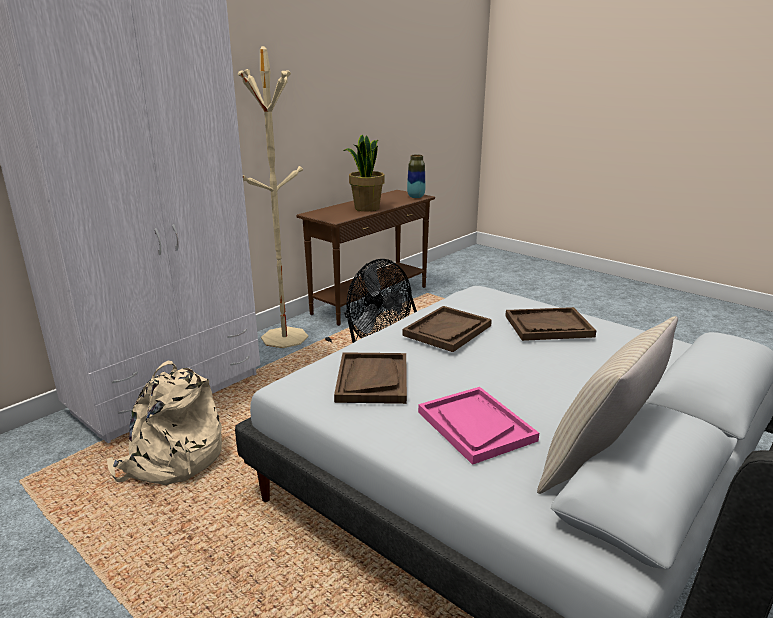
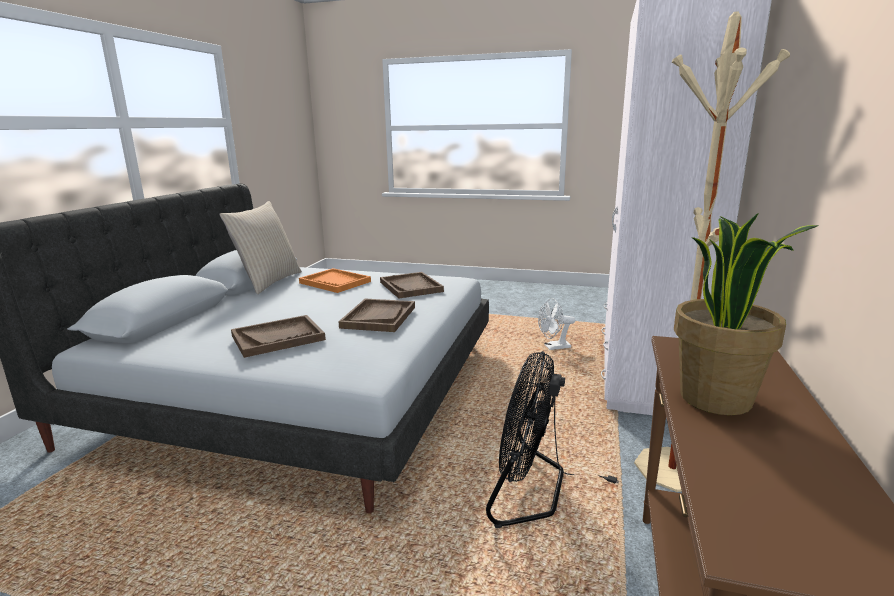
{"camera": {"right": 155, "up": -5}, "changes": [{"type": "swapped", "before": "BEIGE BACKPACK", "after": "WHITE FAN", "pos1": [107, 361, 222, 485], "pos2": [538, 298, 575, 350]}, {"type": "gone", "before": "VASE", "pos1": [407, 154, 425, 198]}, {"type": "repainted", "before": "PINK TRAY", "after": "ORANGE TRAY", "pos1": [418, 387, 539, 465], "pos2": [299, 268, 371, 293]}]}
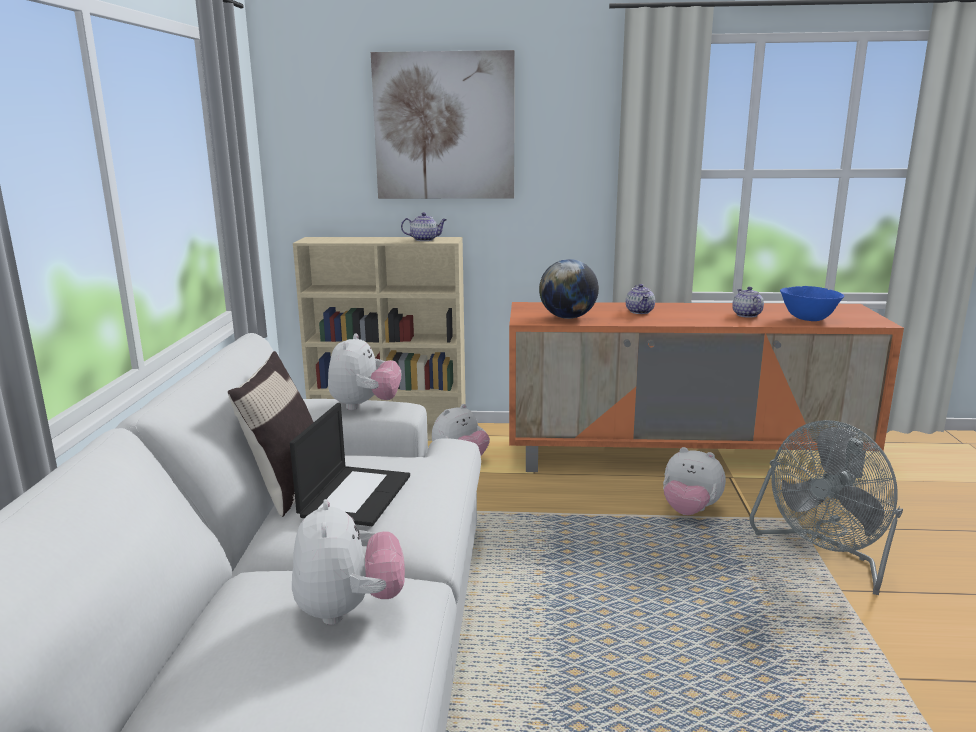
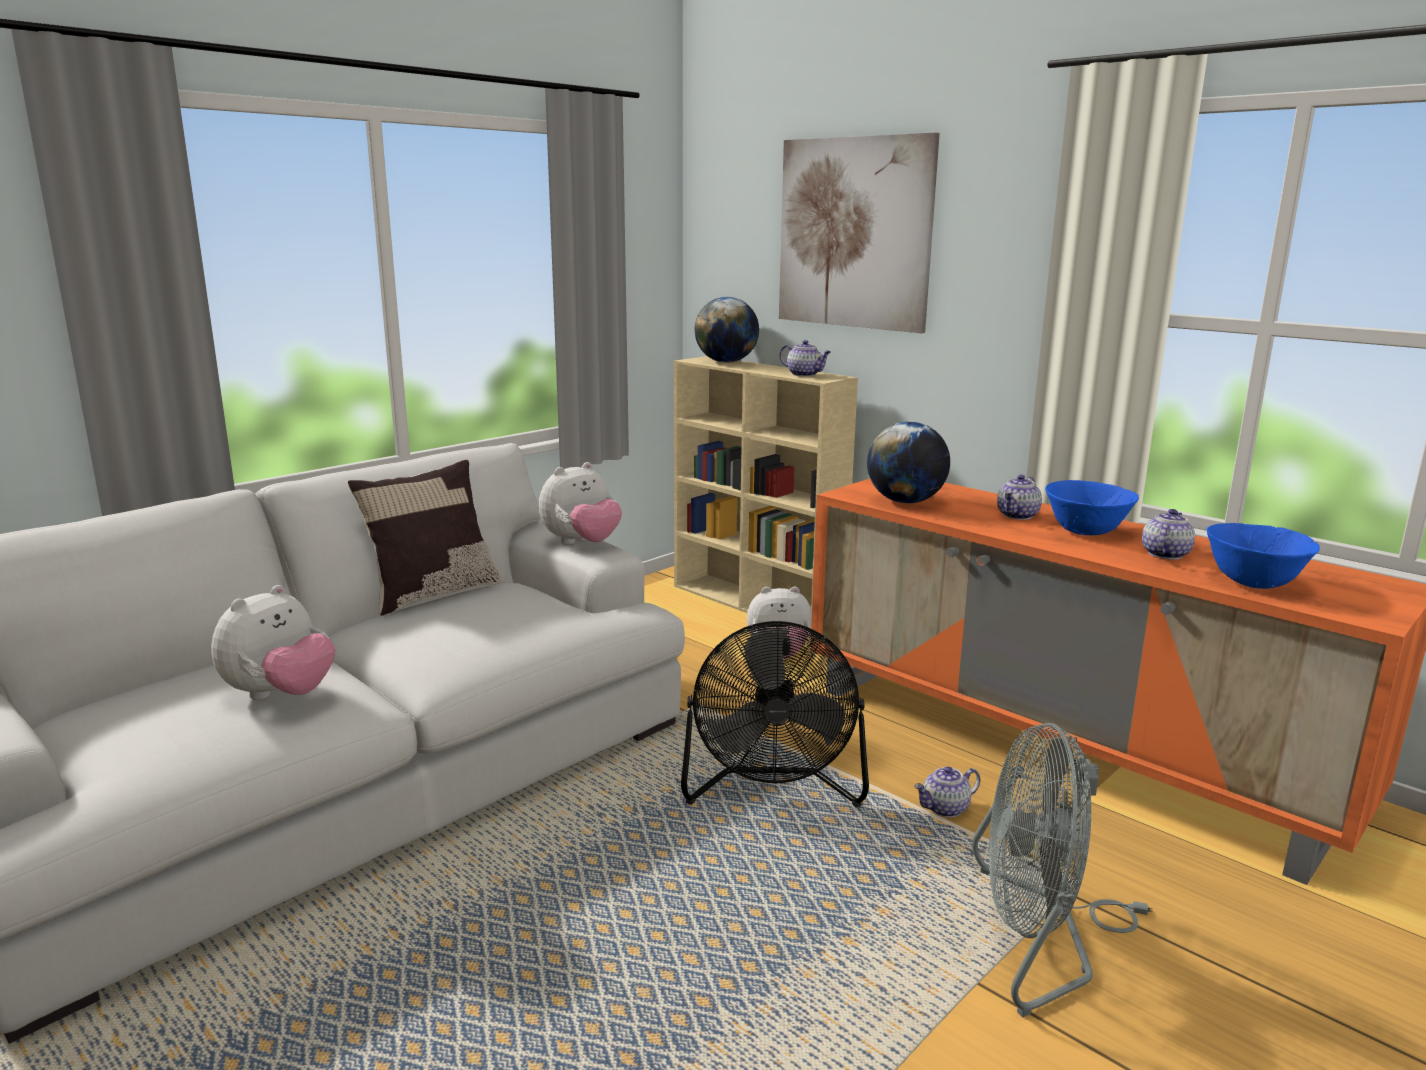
{"camera": {"right": 40, "up": 0}, "changes": [{"type": "gone", "before": "LAPTOP", "pos1": [290, 403, 410, 526]}, {"type": "swapped", "before": "PLUSH TOY", "after": "TEAPOT", "pos1": [663, 447, 726, 515], "pos2": [914, 767, 980, 818]}, {"type": "new", "after": "BLACK FAN", "pos2": [681, 621, 869, 808]}, {"type": "new", "after": "GLOBE", "pos2": [695, 297, 759, 363]}, {"type": "new", "after": "BLUE BOWL", "pos2": [1045, 480, 1139, 535]}]}
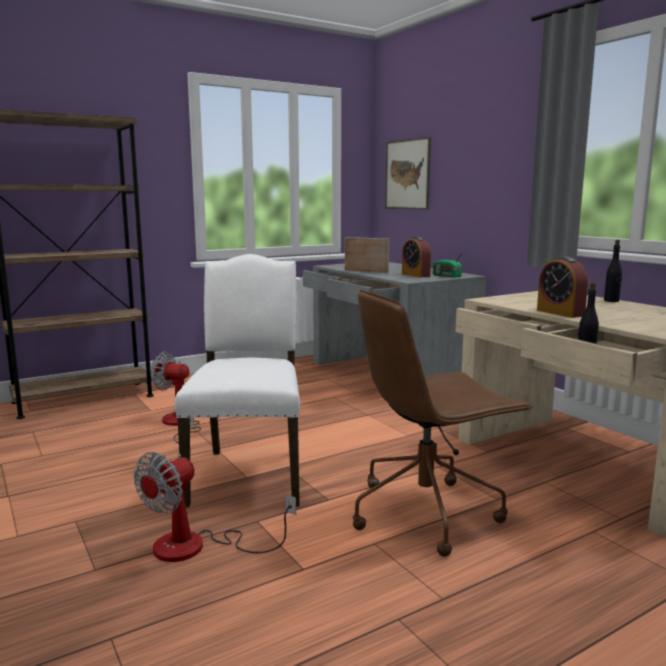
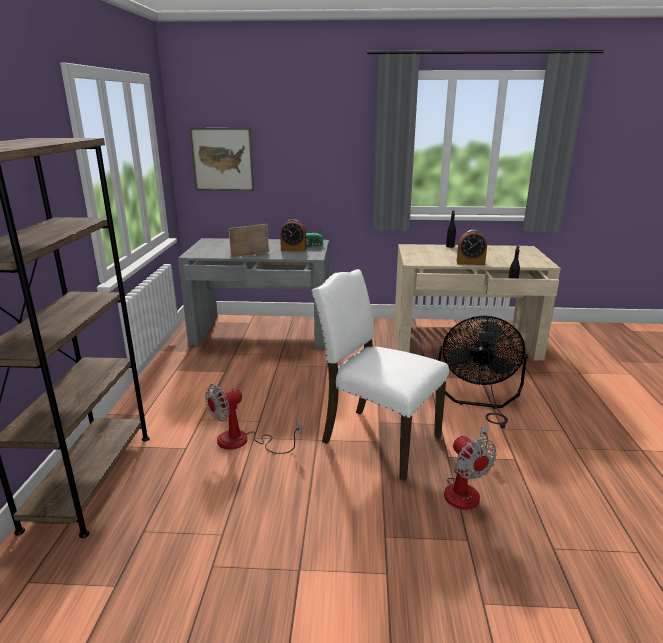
{"camera": {"right": -55, "up": 10}, "changes": [{"type": "swapped", "before": "BROWN OFFICE CHAIR", "after": "BLACK FAN", "pos1": [353, 289, 533, 557], "pos2": [438, 316, 528, 429]}]}
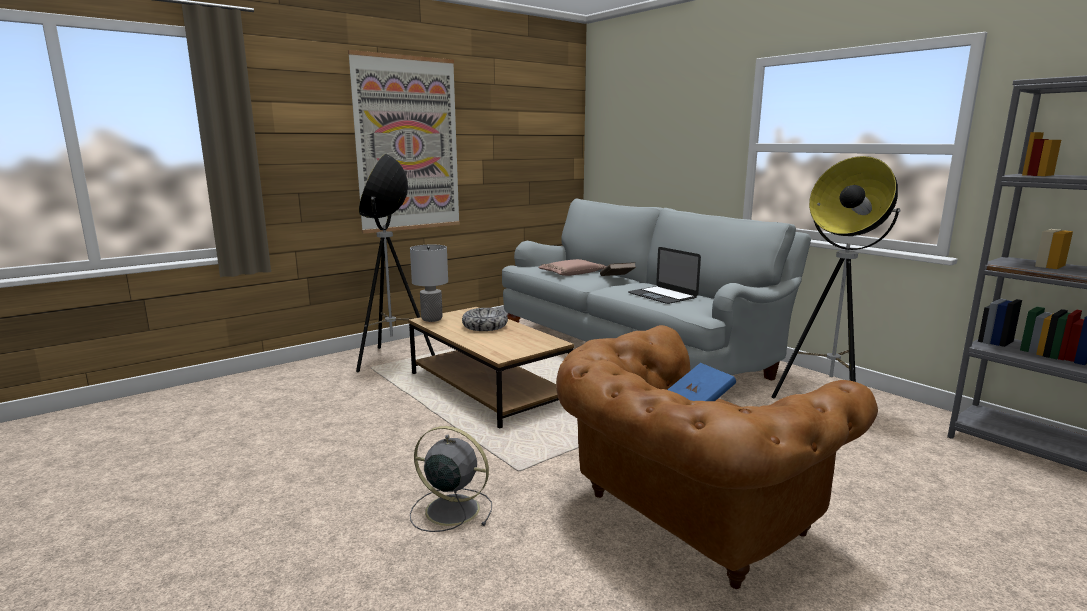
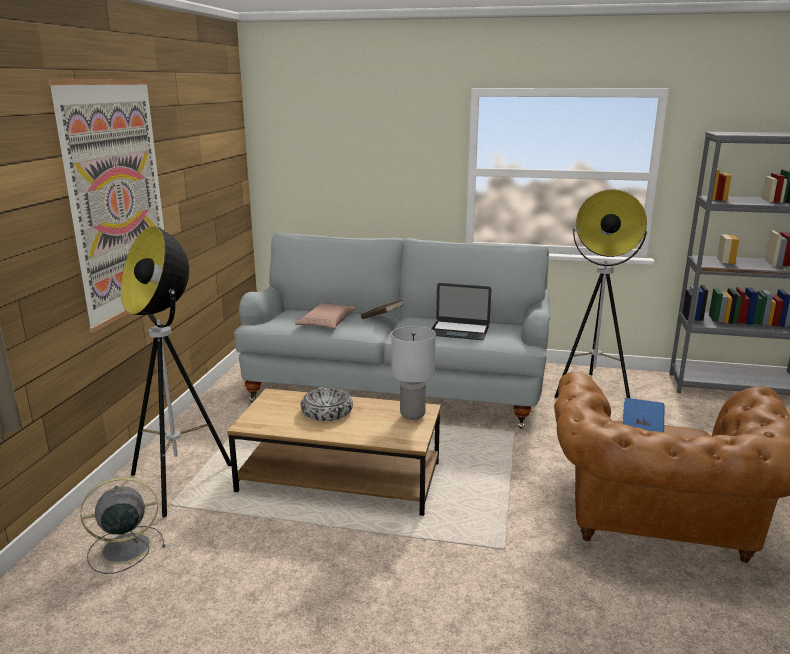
{"camera": {"right": -40, "up": 5}, "changes": [{"type": "shifted", "before": "GREY TABLE LAMP", "pos1": [410, 245, 448, 322], "pos2": [391, 326, 436, 420]}, {"type": "shifted", "before": "GREY FAN", "pos1": [410, 426, 492, 532], "pos2": [80, 477, 166, 574]}]}
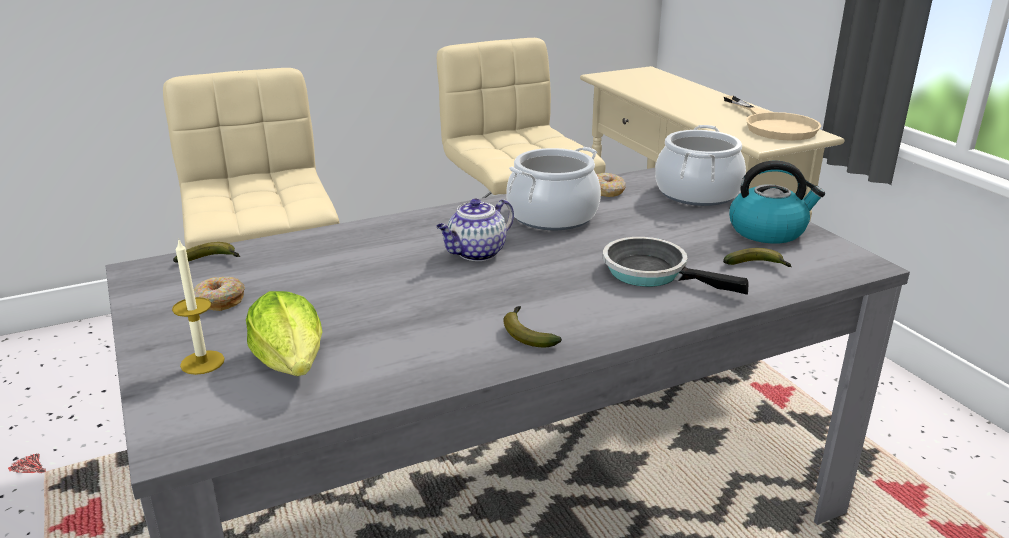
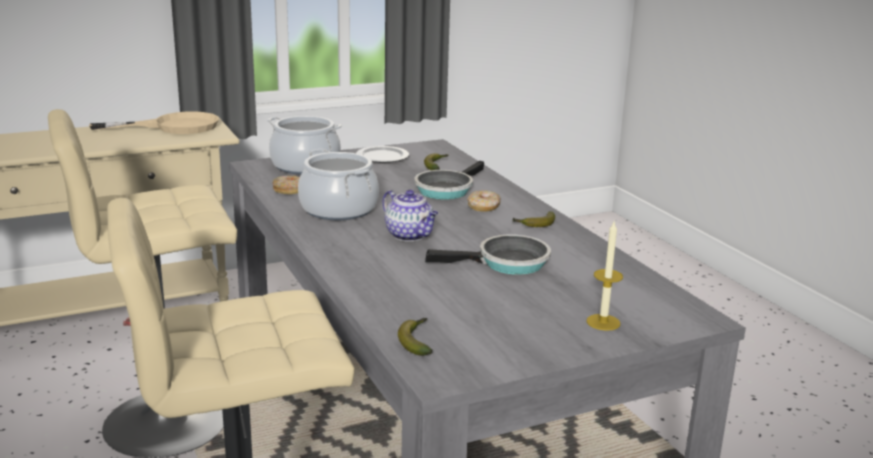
{"camera": {"right": -90, "up": -5}, "changes": [{"type": "shifted", "before": "DONUT", "pos1": [194, 277, 245, 311], "pos2": [467, 190, 501, 211]}, {"type": "gone", "before": "LETTUCE", "pos1": [246, 291, 322, 376]}, {"type": "swapped", "before": "KETTLE", "after": "PLATE", "pos1": [729, 160, 825, 244], "pos2": [356, 146, 409, 163]}, {"type": "new", "after": "FRYING PAN", "pos2": [425, 234, 551, 275]}]}
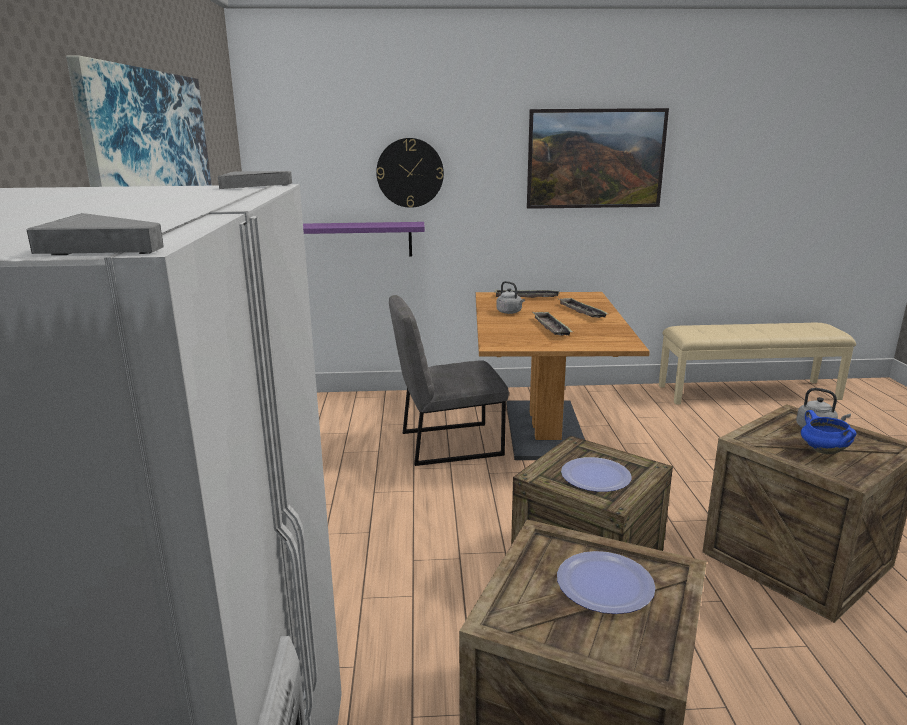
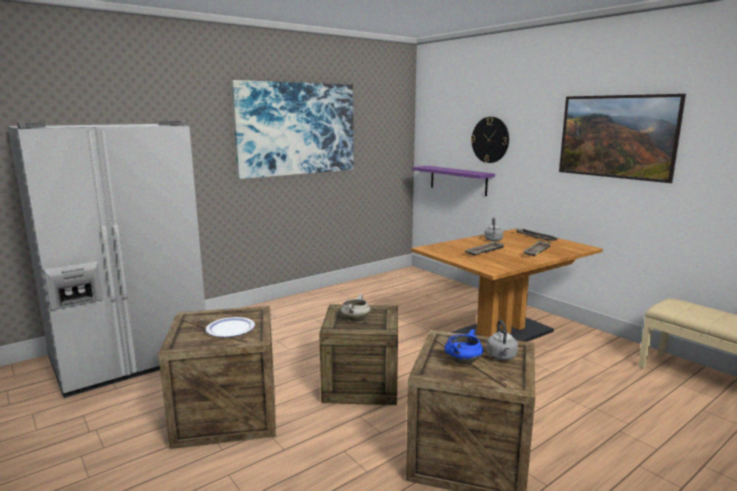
{"camera": {"right": 55, "up": -5}, "changes": [{"type": "gone", "before": "GREY CHAIR", "pos1": [389, 295, 509, 466]}, {"type": "swapped", "before": "PLATE", "after": "WHITE COOKING POT", "pos1": [561, 457, 632, 492], "pos2": [341, 294, 370, 322]}]}
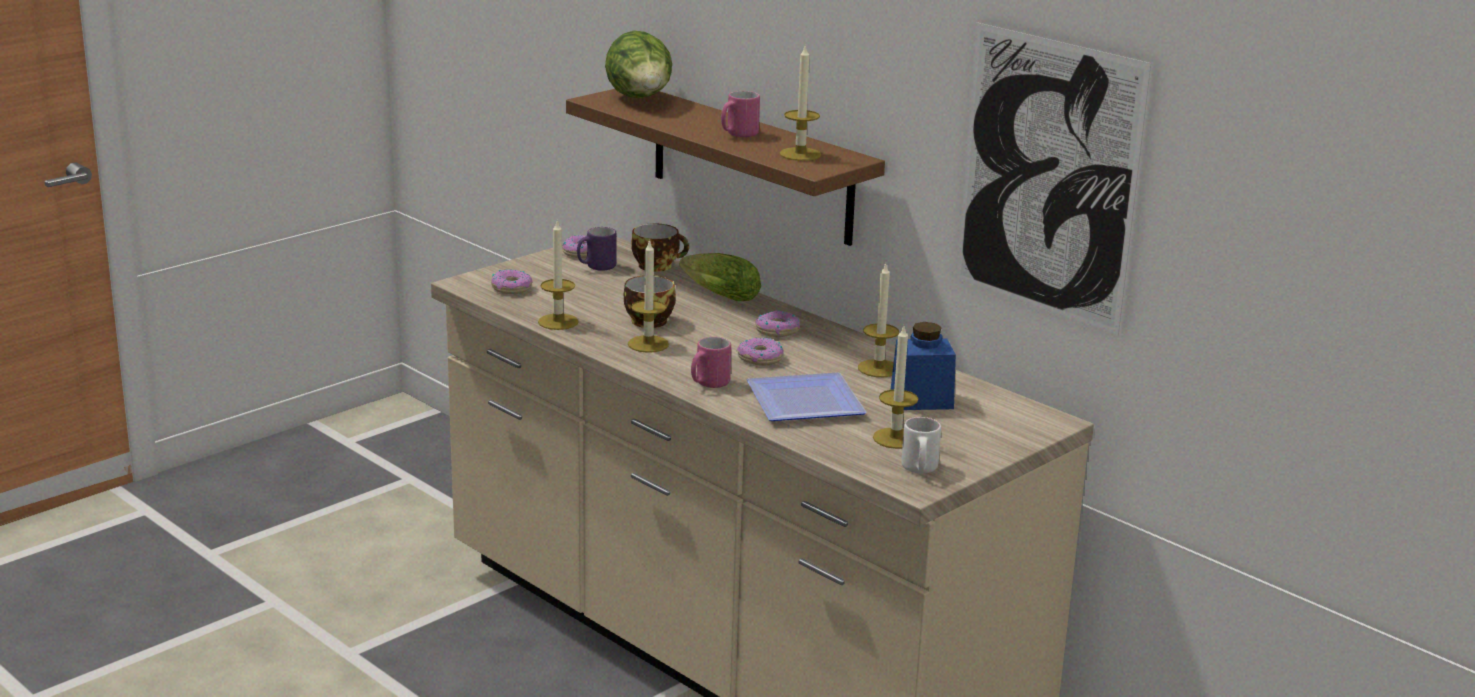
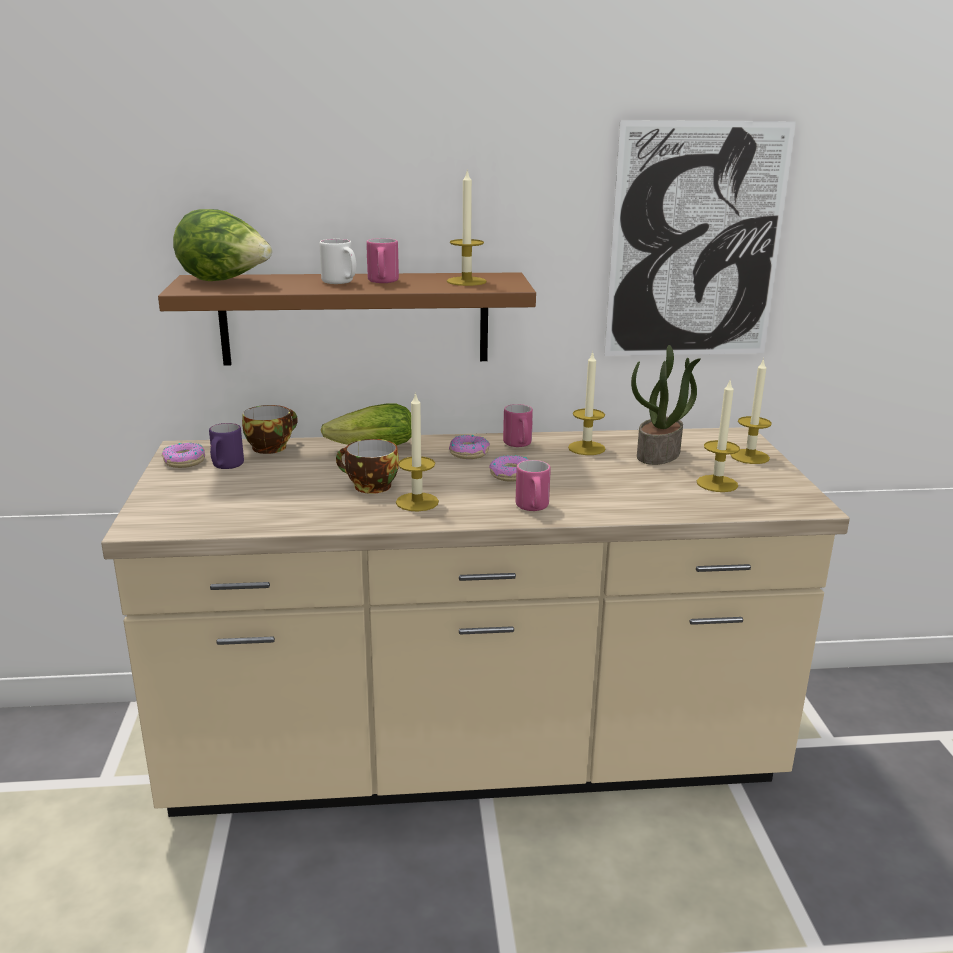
{"camera": {"right": -50, "up": 0}, "changes": [{"type": "gone", "before": "DONUT", "pos1": [491, 269, 533, 294]}, {"type": "shifted", "before": "CANDLE", "pos1": [538, 219, 579, 330], "pos2": [730, 358, 772, 464]}, {"type": "gone", "before": "PLATE", "pos1": [746, 372, 867, 421]}, {"type": "swapped", "before": "BLUE JAR", "after": "POTTED PLANT", "pos1": [890, 322, 956, 410], "pos2": [631, 345, 701, 465]}, {"type": "shifted", "before": "WHITE MUG", "pos1": [901, 417, 941, 474], "pos2": [319, 239, 356, 284]}, {"type": "new", "after": "PINK MUG", "pos2": [503, 404, 533, 447]}]}
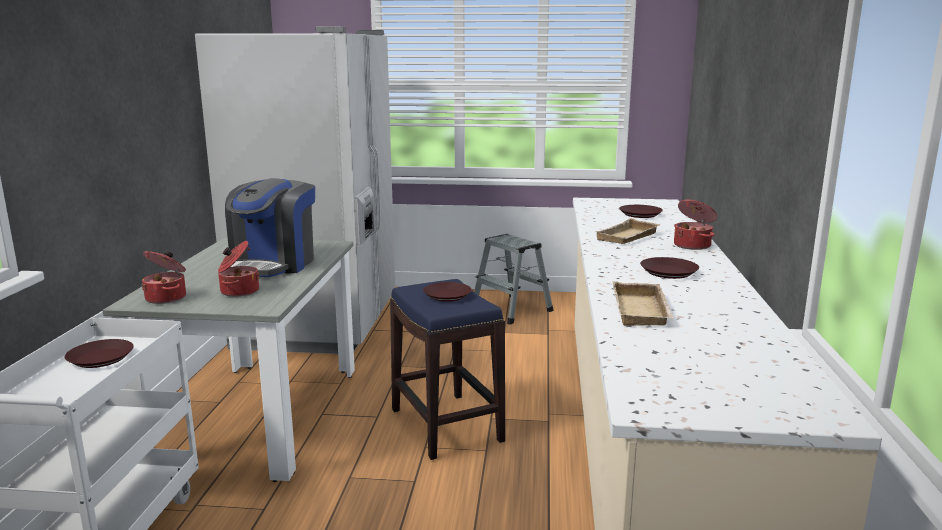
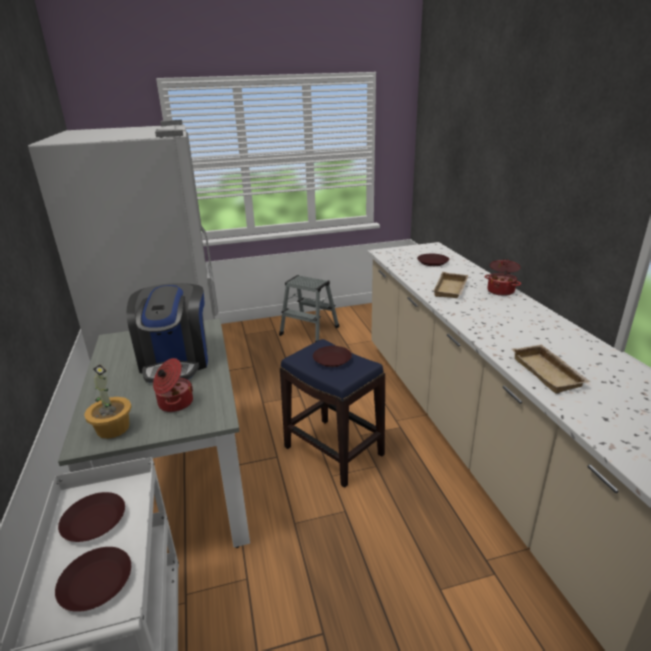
{"camera": {"right": -20, "up": 10}, "changes": [{"type": "swapped", "before": "COOKING POT", "after": "POTTED PLANT", "pos1": [141, 251, 186, 304], "pos2": [84, 364, 132, 439]}, {"type": "shifted", "before": "BROWN PLATE", "pos1": [640, 257, 699, 279], "pos2": [55, 547, 131, 612]}]}
